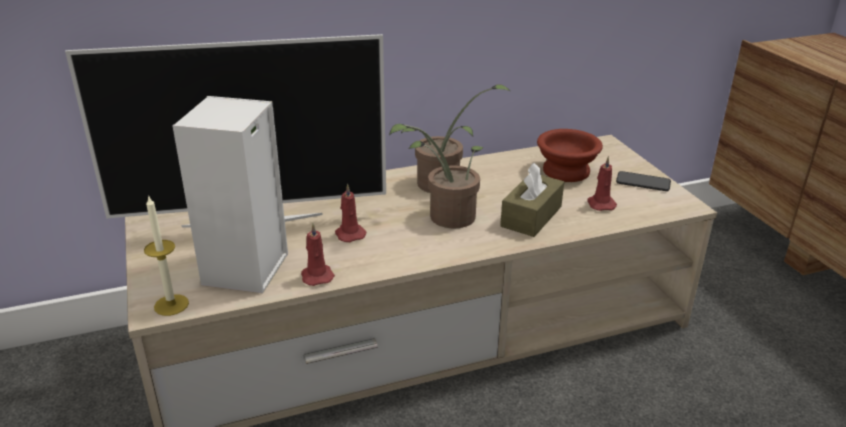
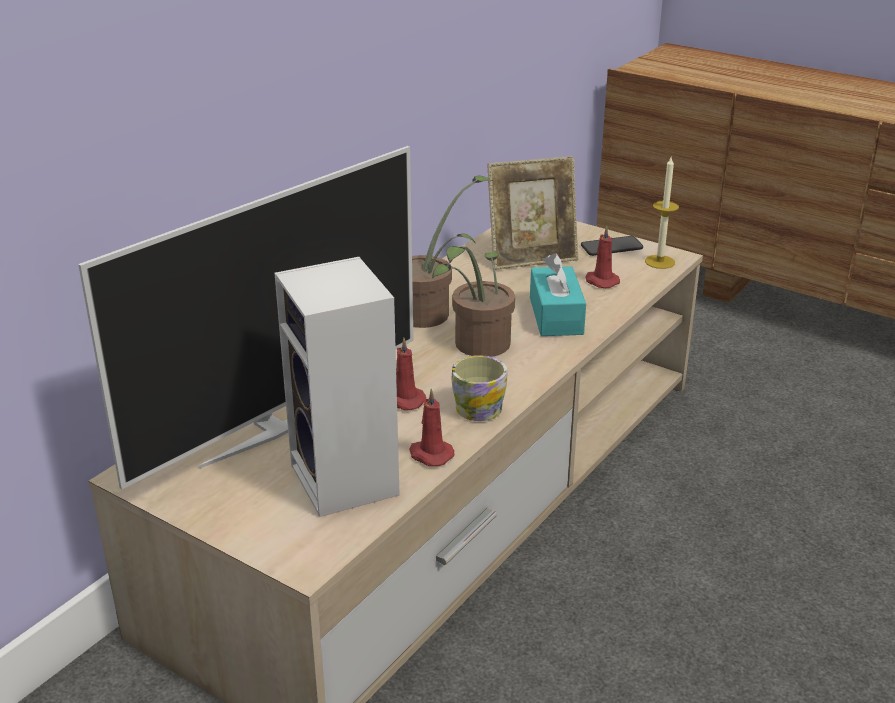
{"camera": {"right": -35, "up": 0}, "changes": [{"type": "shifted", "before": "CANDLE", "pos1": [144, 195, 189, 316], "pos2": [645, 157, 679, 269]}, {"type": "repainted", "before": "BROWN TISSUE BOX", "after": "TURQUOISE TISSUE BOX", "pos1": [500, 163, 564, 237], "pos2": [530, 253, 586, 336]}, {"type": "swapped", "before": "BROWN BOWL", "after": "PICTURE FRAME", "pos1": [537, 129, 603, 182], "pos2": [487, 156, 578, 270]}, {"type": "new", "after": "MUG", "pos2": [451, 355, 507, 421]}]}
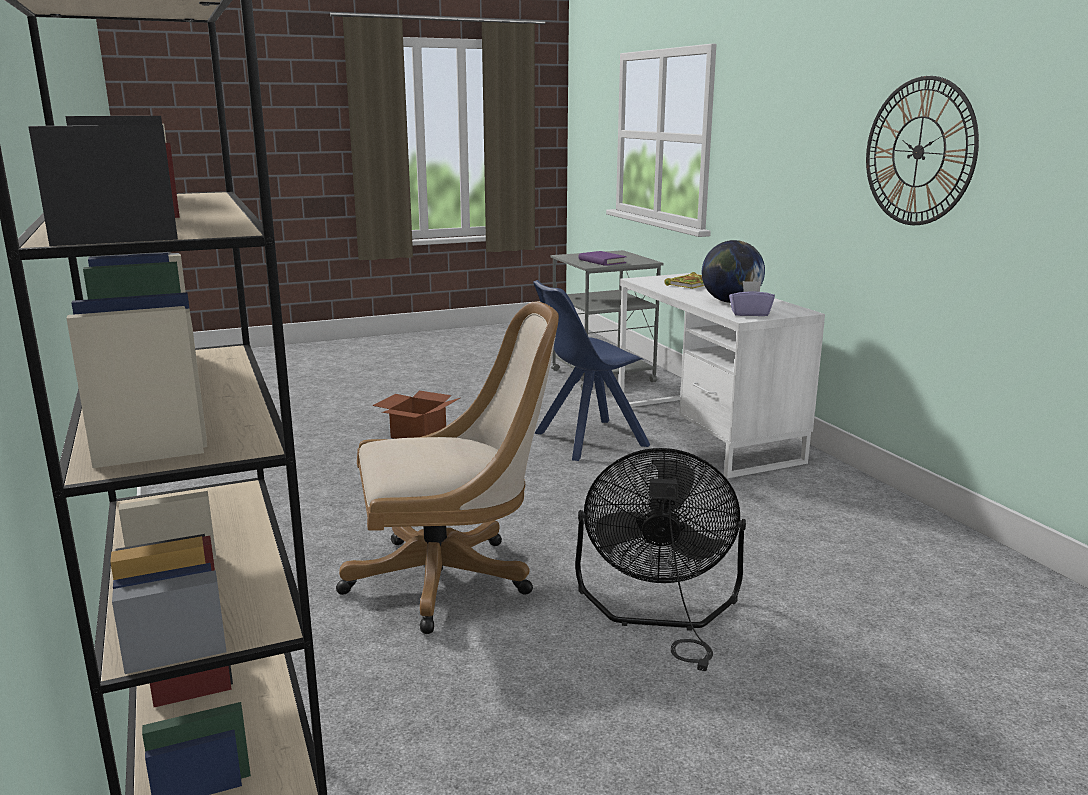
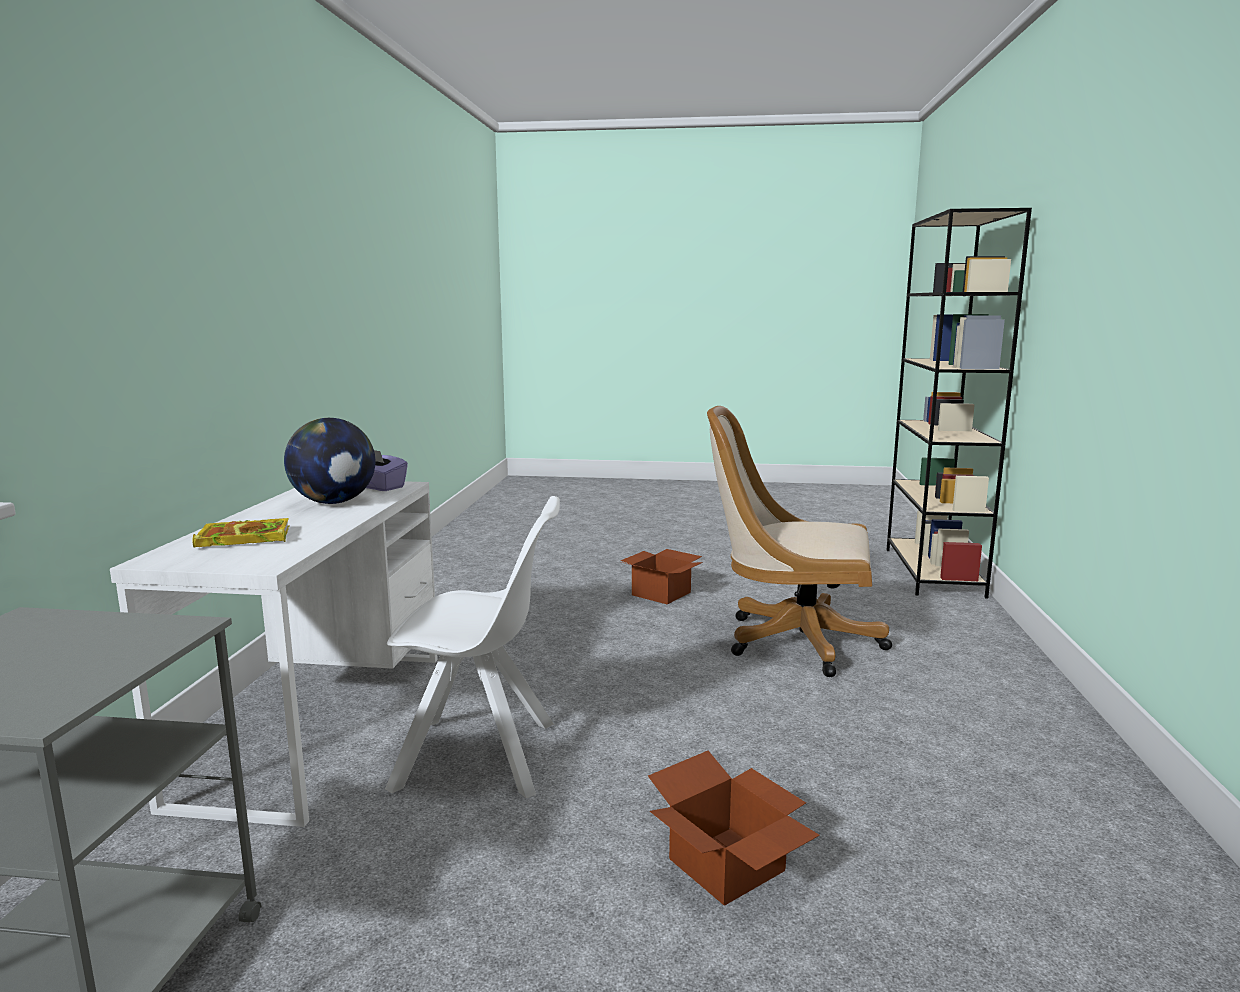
{"camera": {"right": -150, "up": -5}, "changes": [{"type": "repainted", "before": "BLUE CHAIR", "after": "WHITE CHAIR", "pos1": [533, 280, 650, 461], "pos2": [385, 496, 560, 798]}, {"type": "swapped", "before": "BLACK FAN", "after": "CARDBOARD BOX", "pos1": [575, 448, 746, 671], "pos2": [621, 549, 703, 605]}, {"type": "gone", "before": "PURPLE BOOK", "pos1": [579, 251, 626, 266]}, {"type": "gone", "before": "WALL CLOCK", "pos1": [866, 76, 979, 225]}]}
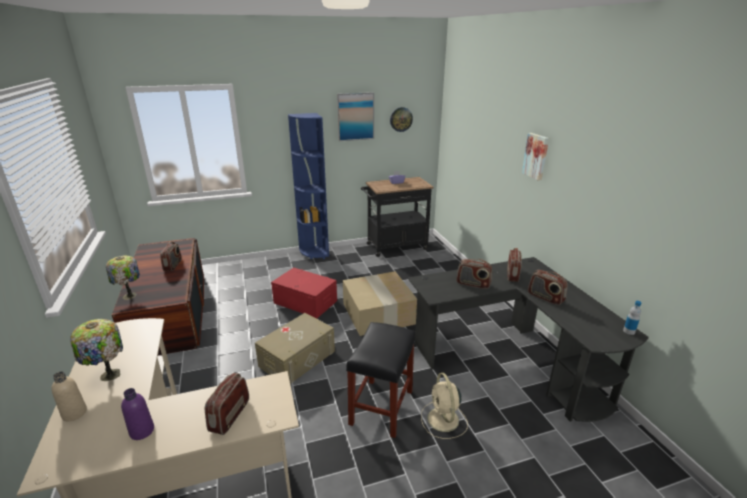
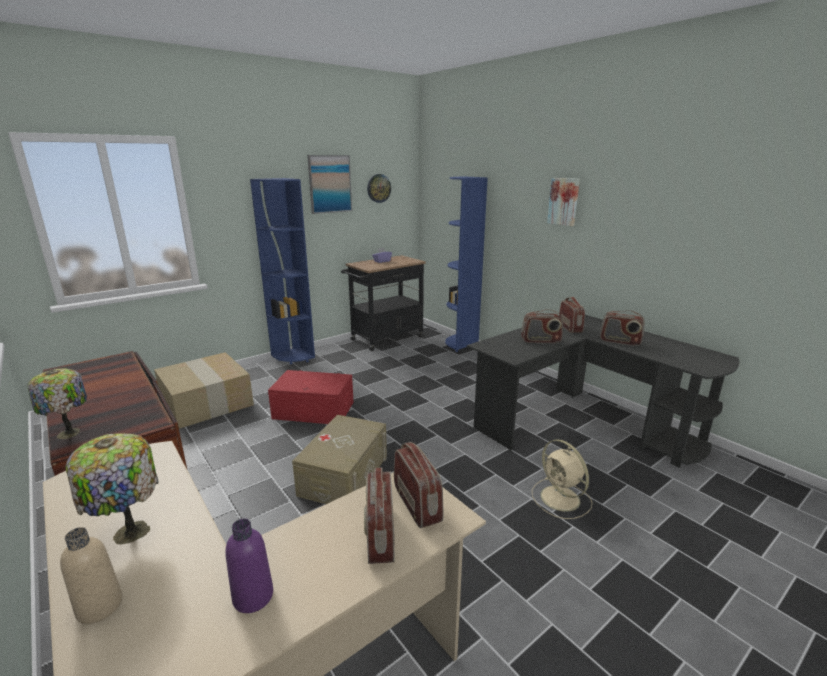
{"camera": {"right": -20, "up": -5}, "changes": [{"type": "shifted", "before": "RADIO", "pos1": [160, 242, 182, 271], "pos2": [394, 442, 444, 528]}, {"type": "shifted", "before": "CARDBOARD BOX", "pos1": [343, 271, 417, 336], "pos2": [154, 352, 254, 429]}, {"type": "gone", "before": "BLACK STOOL", "pos1": [346, 322, 415, 438]}, {"type": "gone", "before": "BOTTLE", "pos1": [623, 301, 642, 335]}, {"type": "new", "after": "BLUE BOOKCASE", "pos2": [445, 176, 488, 352]}]}
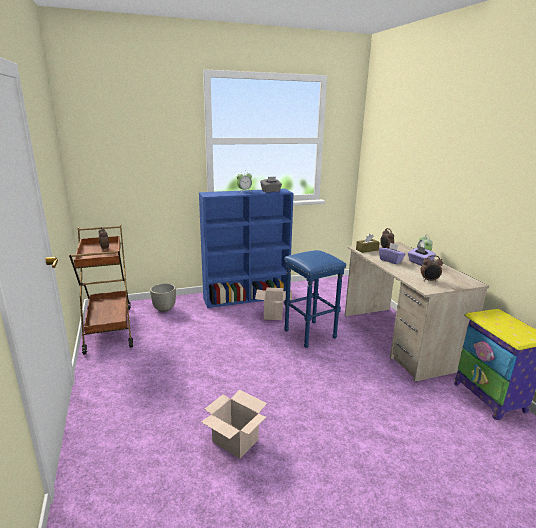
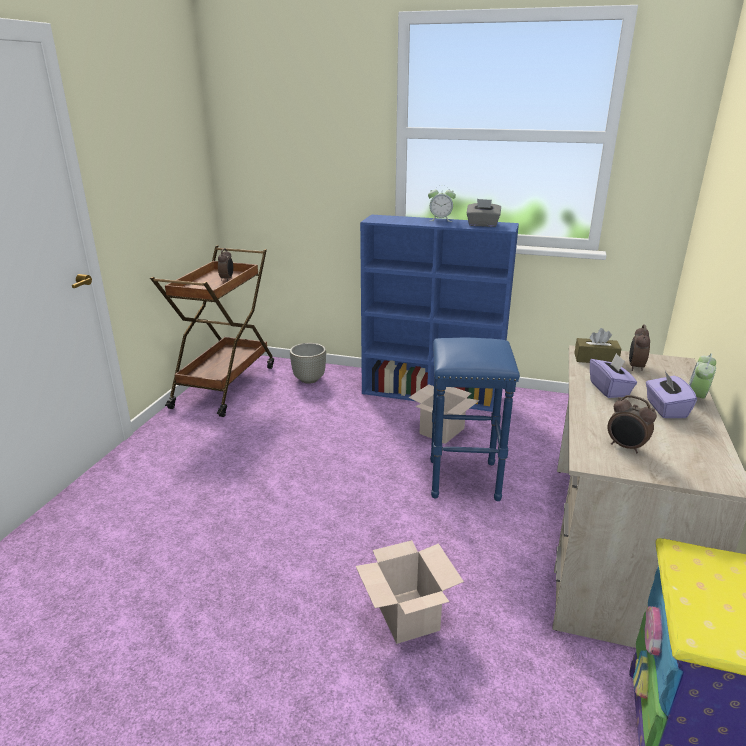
{"camera": {"right": 35, "up": 5}, "changes": [{"type": "shifted", "before": "CARDBOARD BOX", "pos1": [201, 390, 267, 459], "pos2": [356, 540, 464, 644]}]}
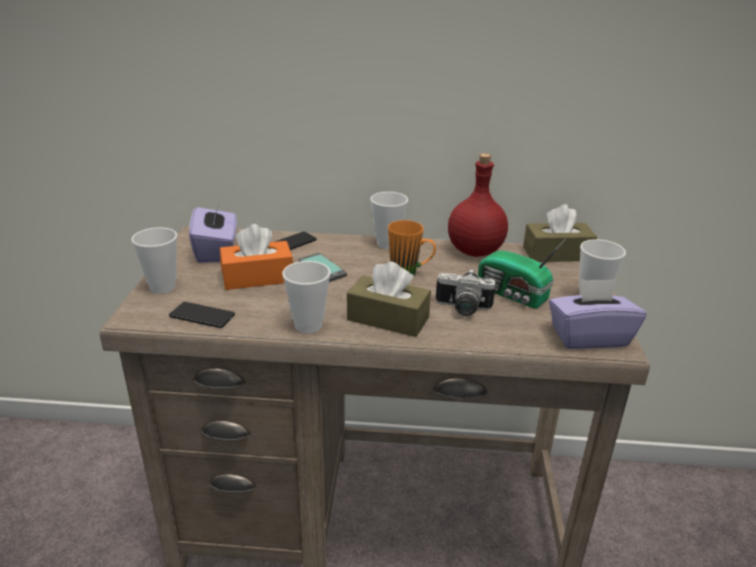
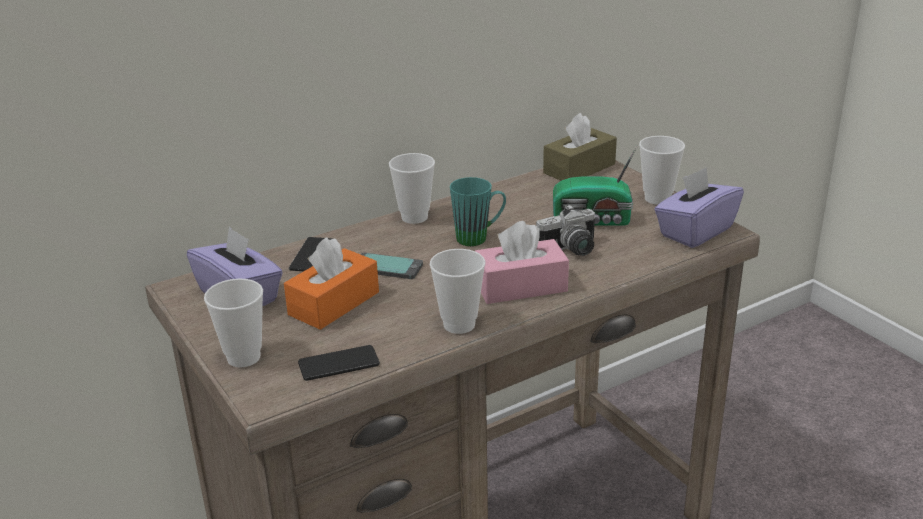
{"camera": {"right": -35, "up": 0}, "changes": [{"type": "repainted", "before": "BROWN TISSUE BOX", "after": "PINK TISSUE BOX", "pos1": [347, 261, 431, 337], "pos2": [475, 221, 569, 304]}, {"type": "repainted", "before": "ORANGE MUG", "after": "TURQUOISE MUG", "pos1": [388, 220, 436, 276], "pos2": [450, 177, 506, 246]}, {"type": "gone", "before": "RED BOTTLE", "pos1": [448, 153, 508, 257]}]}
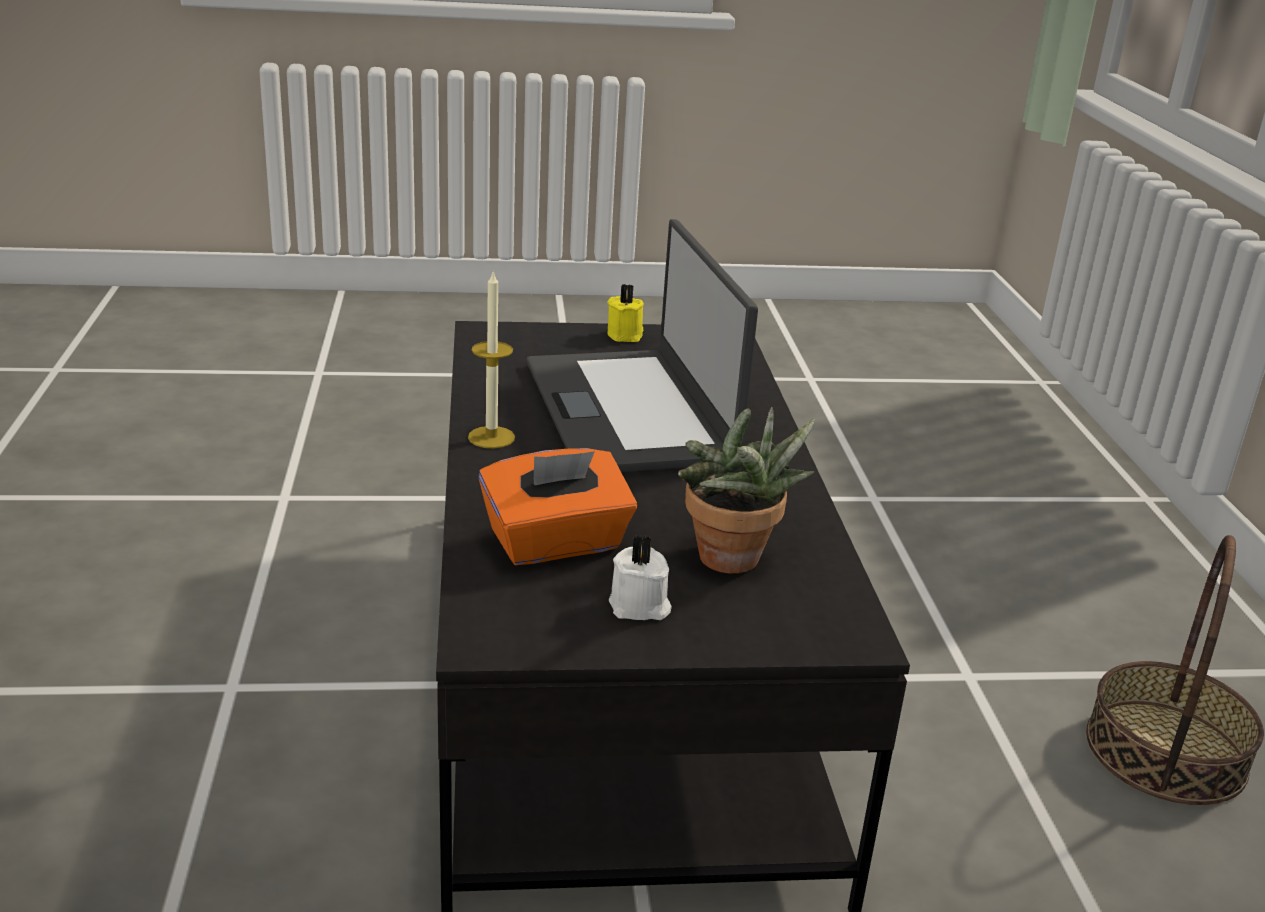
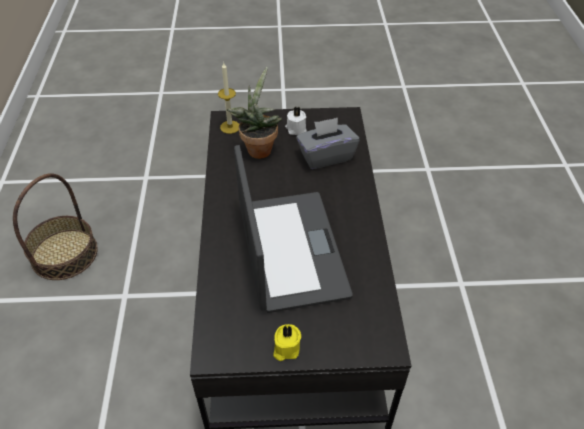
{"camera": {"right": -175, "up": 20}, "changes": [{"type": "shifted", "before": "CANDLE", "pos1": [468, 270, 515, 449], "pos2": [218, 63, 239, 134]}, {"type": "repainted", "before": "ORANGE TISSUE BOX", "after": "GREY TISSUE BOX", "pos1": [478, 448, 637, 565], "pos2": [296, 118, 359, 169]}]}
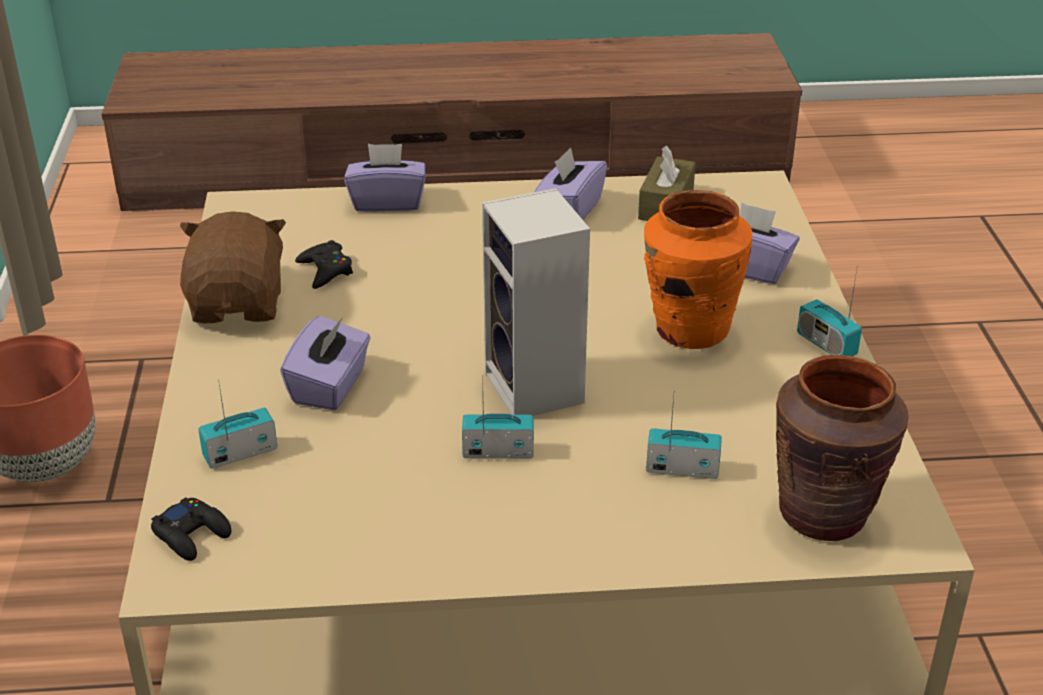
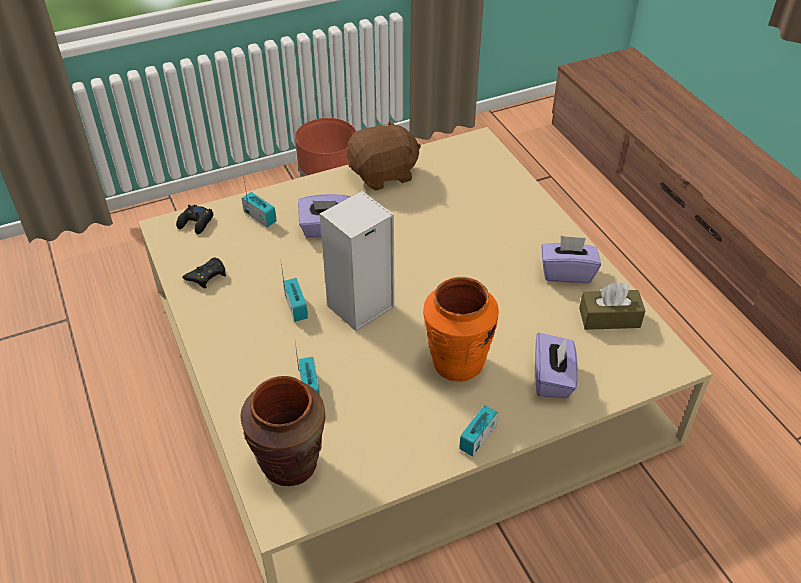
{"camera": {"right": 70, "up": 10}, "changes": [{"type": "shifted", "before": "BLACK GAME CONTROLLER", "pos1": [295, 240, 353, 289], "pos2": [182, 258, 226, 288]}, {"type": "gone", "before": "PURPLE TISSUE BOX", "pos1": [344, 144, 425, 212]}]}
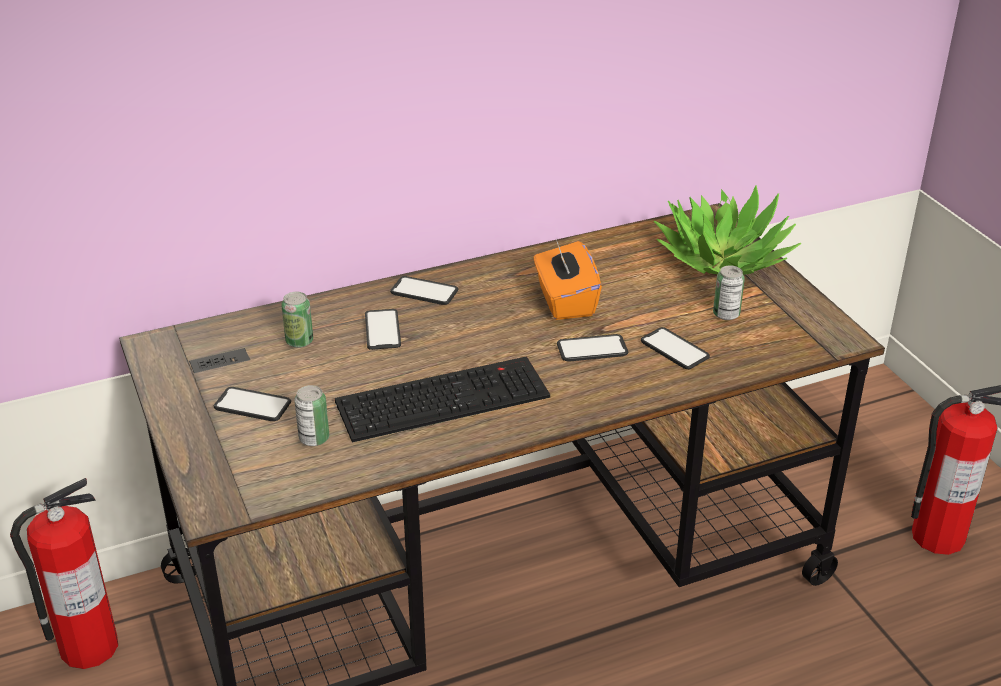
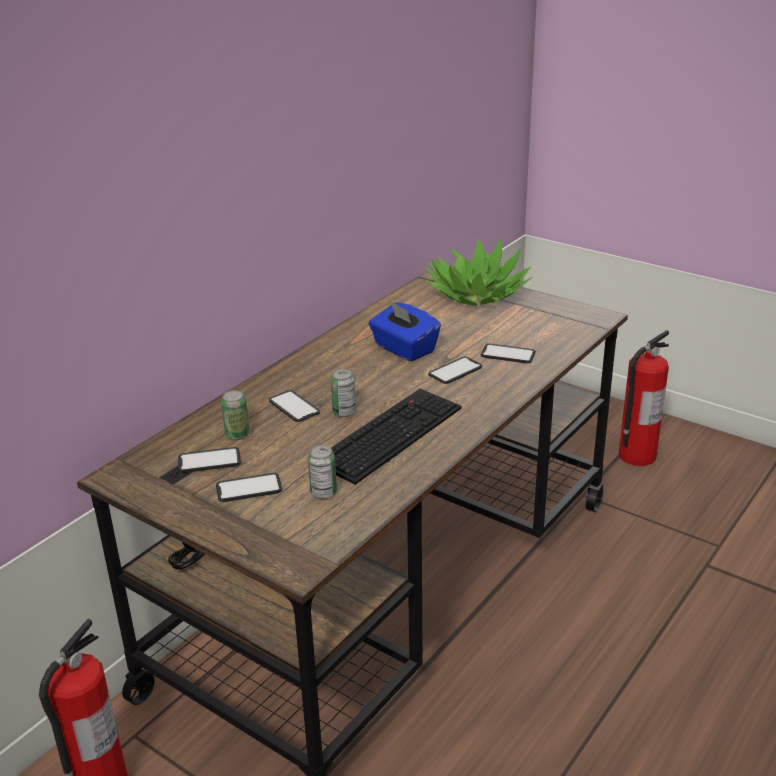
{"camera": {"right": -30, "up": -5}, "changes": [{"type": "shifted", "before": "PHONE", "pos1": [390, 276, 458, 305], "pos2": [178, 447, 241, 473]}, {"type": "repainted", "before": "ORANGE TISSUE BOX", "after": "BLUE TISSUE BOX", "pos1": [534, 239, 602, 320], "pos2": [369, 300, 441, 362]}, {"type": "shifted", "before": "CAN", "pos1": [713, 265, 745, 320], "pos2": [330, 369, 356, 417]}]}
